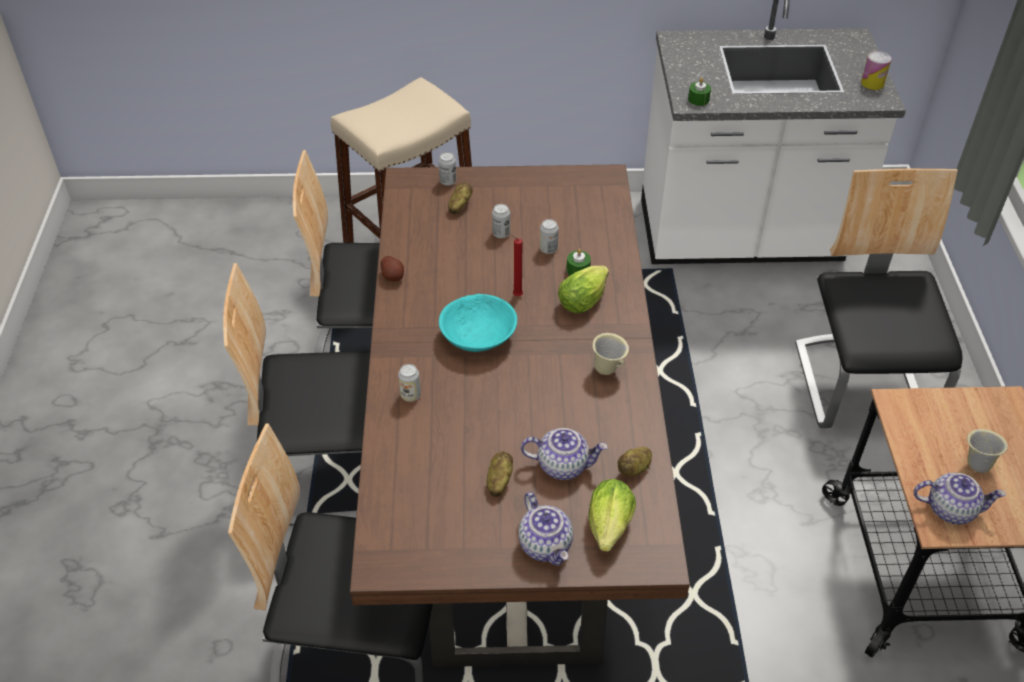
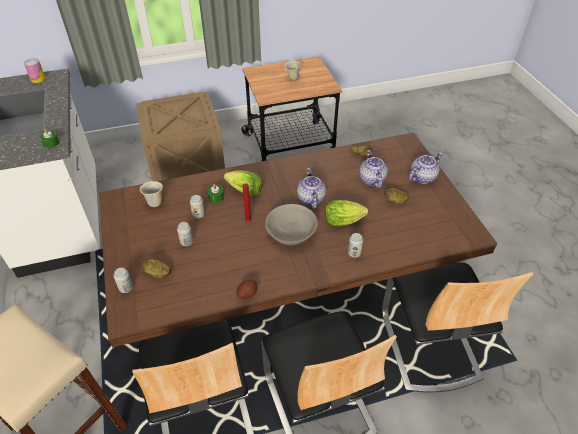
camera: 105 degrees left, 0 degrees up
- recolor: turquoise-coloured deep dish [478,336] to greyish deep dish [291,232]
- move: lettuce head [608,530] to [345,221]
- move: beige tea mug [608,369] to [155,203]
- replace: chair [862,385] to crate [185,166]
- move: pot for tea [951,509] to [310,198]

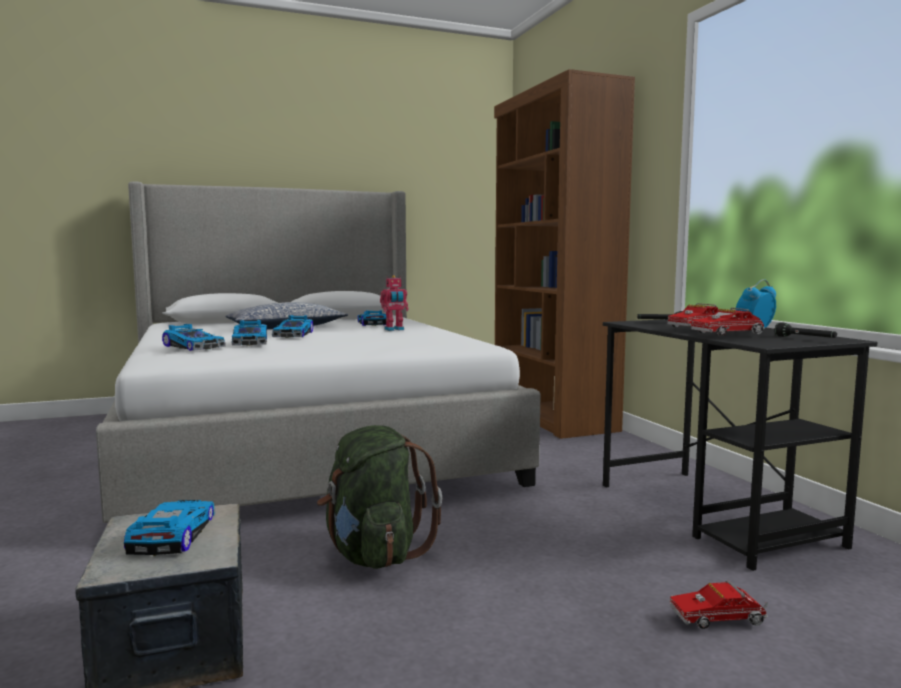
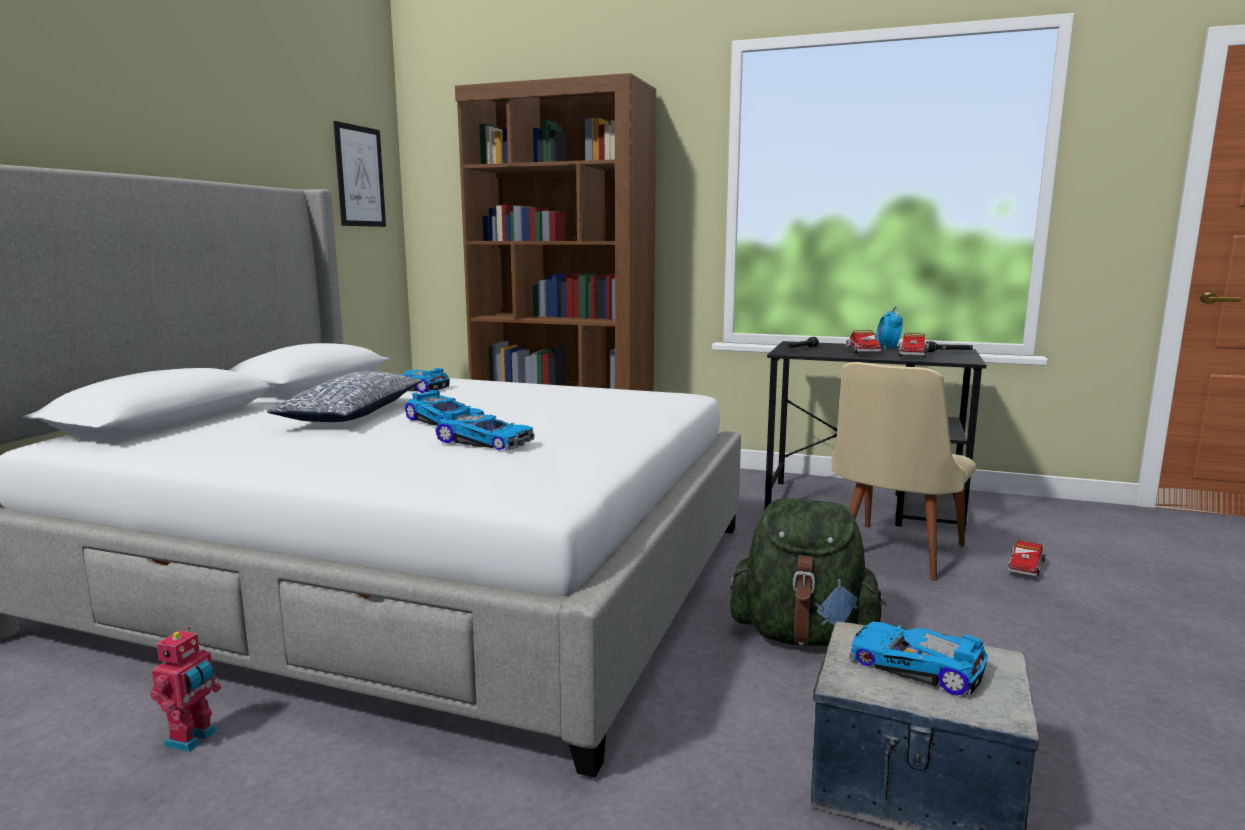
camera: 50 degrees left, 5 degrees up
- delete: toy car [194,346]
- move: robot figure [394,329] to [193,739]
- insert: wall art [360,176]
- insert: beige chair [893,555]

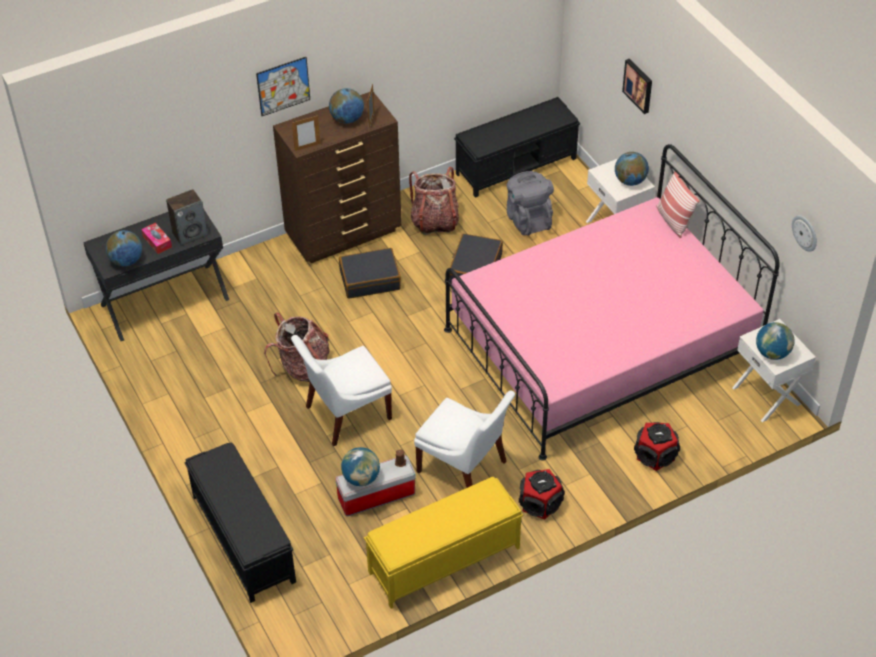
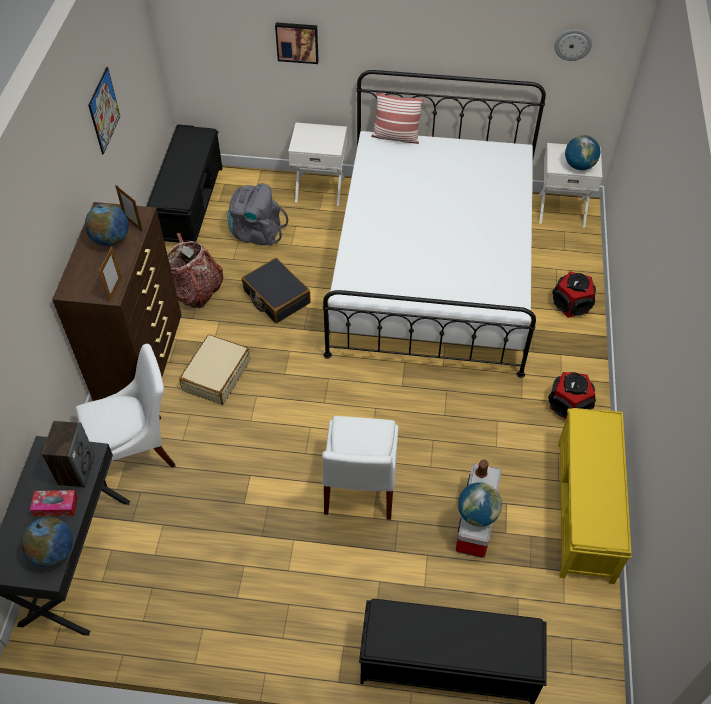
camera: 55 degrees left, 5 degrees up
- move: wall art [283,86] to [104,110]
- delete: backpack [303,367]
- recolor: black travel case [370,279] to beige travel case [216,375]
- move: white-coloured chair [464,469] to [137,450]
- recolor: pink bedroom bed [600,345] to white-coloured bedroom bed [432,269]
- delete: desk globe [630,181]

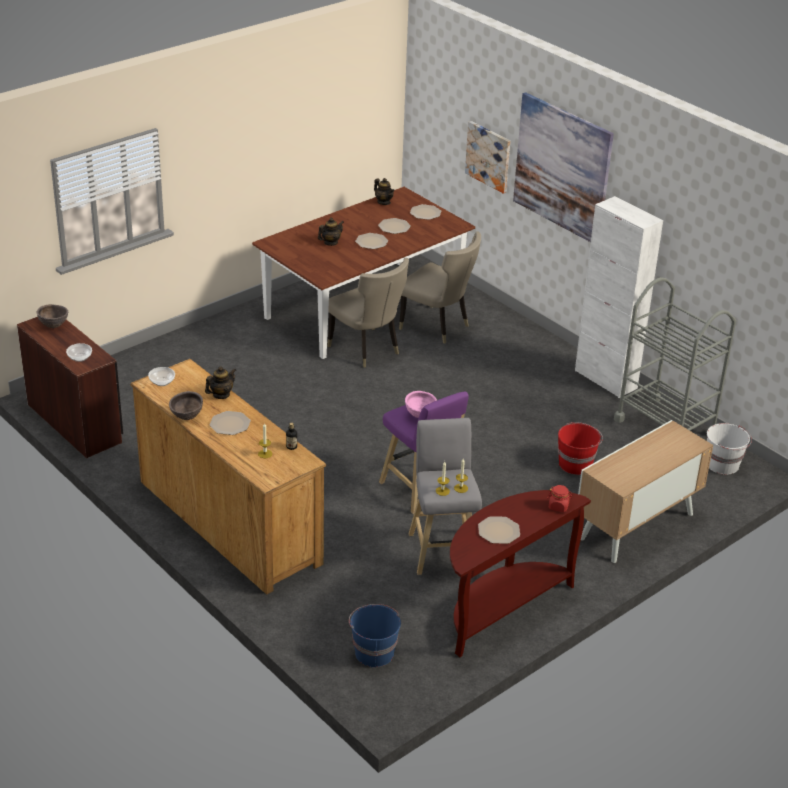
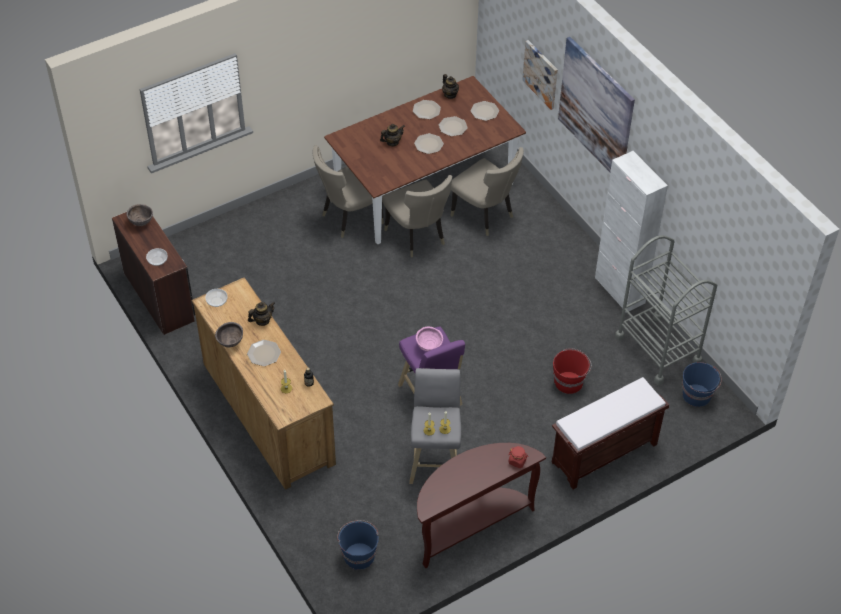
camera: 10 degrees right, 15 degrees up
- move: dinner plate [499,531] to [426,110]
- replace: cupboard [637,527] to brown long seat [603,454]
- recolor: white-coloured pail [723,464] to bluish pail [697,395]
- insert: beige chair [349,218]

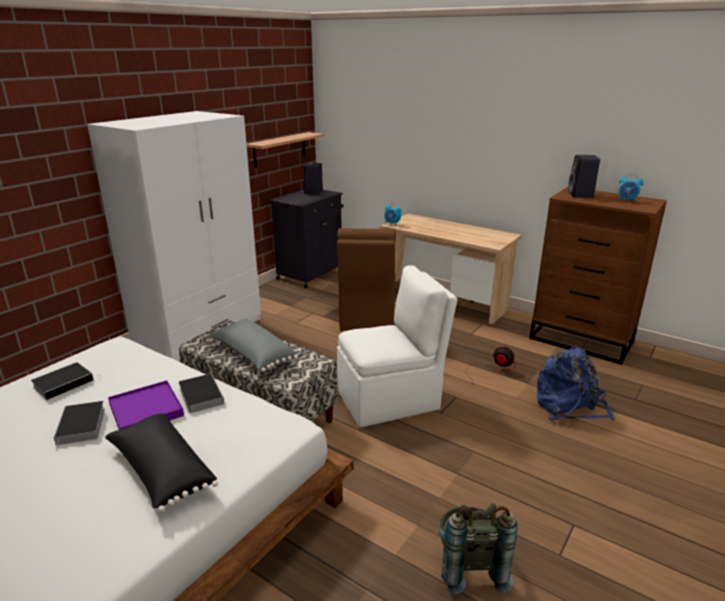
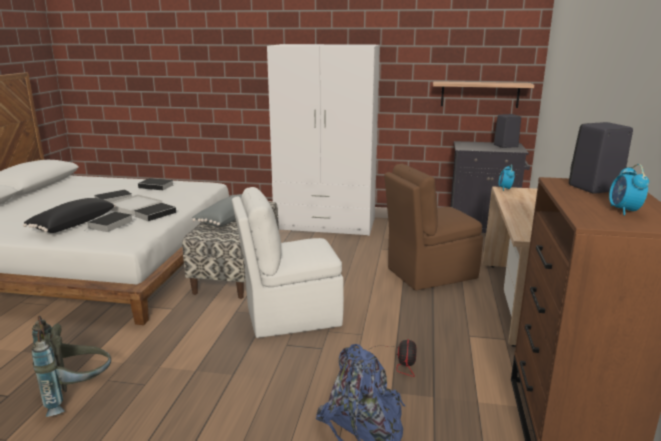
camera: 65 degrees right, 5 degrees down
- recolor: purplish carrying tray [146,410] to white-coloured carrying tray [135,207]
- rotate: white-coloured chair [391,400] = [290,316] 120 degrees clockwise
- insert: bound book [110,225]

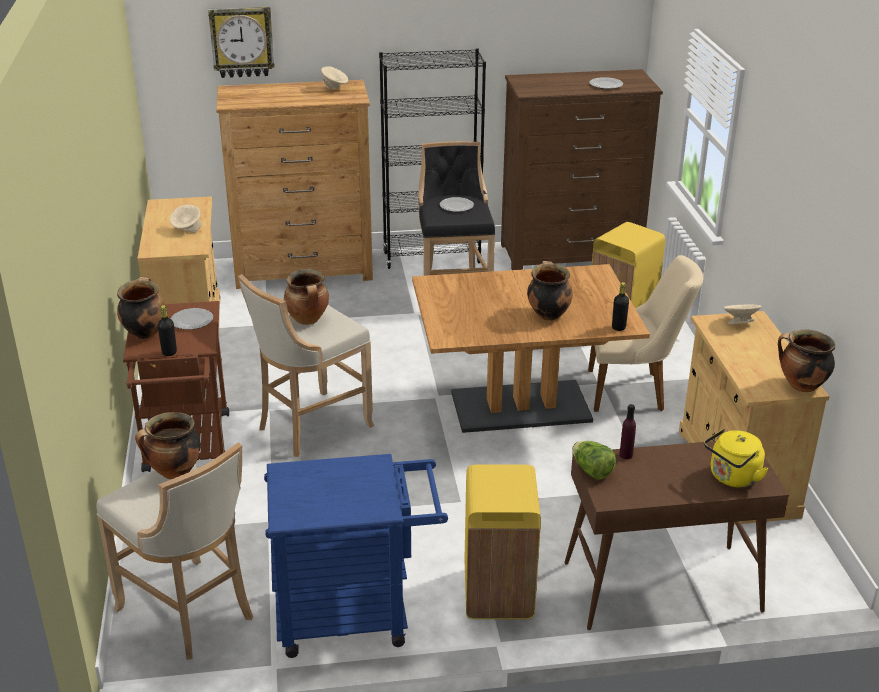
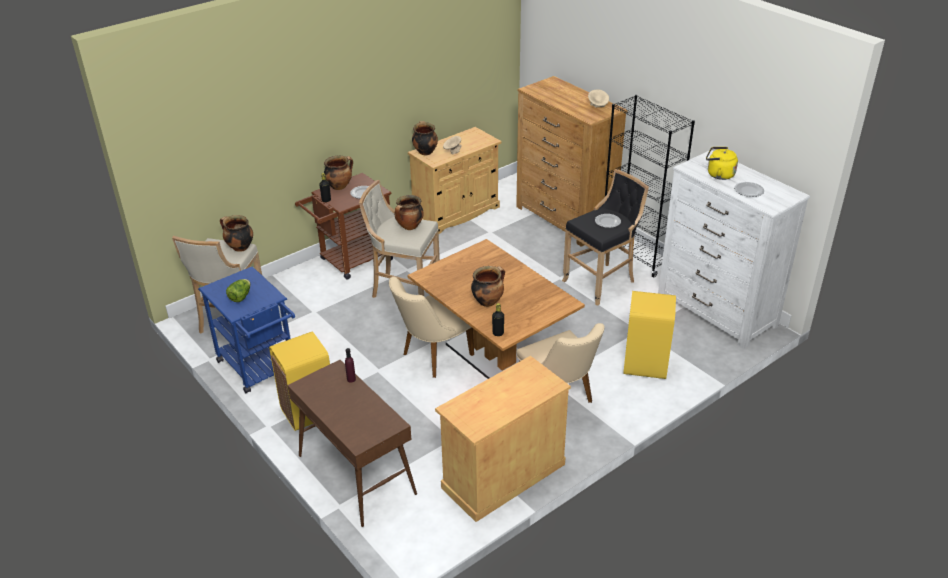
camera: 60 degrees right, 5 degrees up
- delete: clock on the wall [242,42]
- recolor: brown dresser [571,254] to white-coloured dresser [716,311]
- move: lettuce head [591,471] to [240,297]
- move: yellow-coloured water kettle [732,478] to [718,174]
- delete: beige deep dish [739,323]
- move: cooking pot [800,386] to [425,152]
- insert: beige chair [432,357]

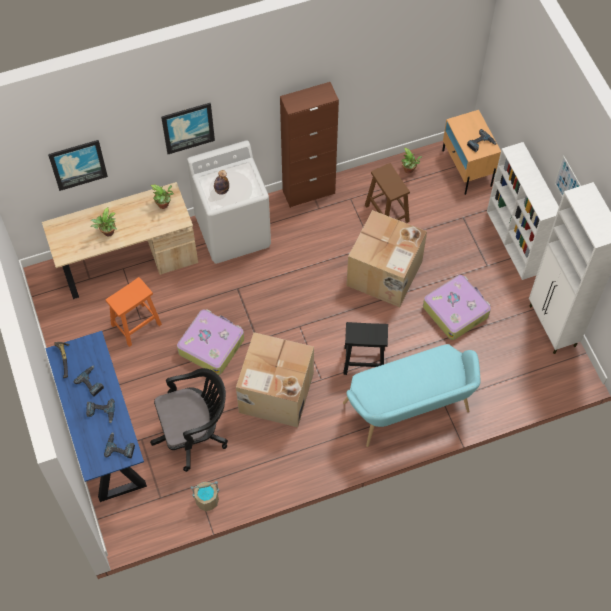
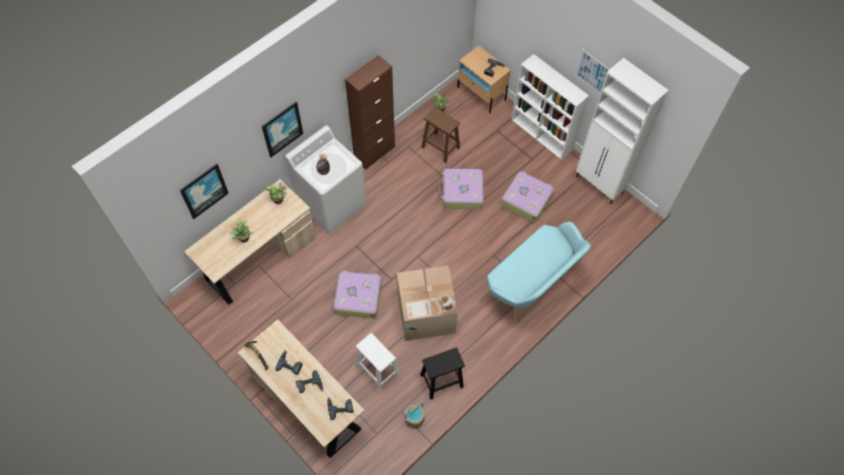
camera: 25 degrees left, 0 degrees up
- recolor: bluish desk table [104,435] to beige desk table [307,402]
- delete: orange-coloured stool seat [135,325]
- replace: black desk chair [194,433] to white-coloured stool seat [378,371]
- move: black stool seat [363,361] to [441,381]
- replace: carton [385,274] to travel case [462,193]

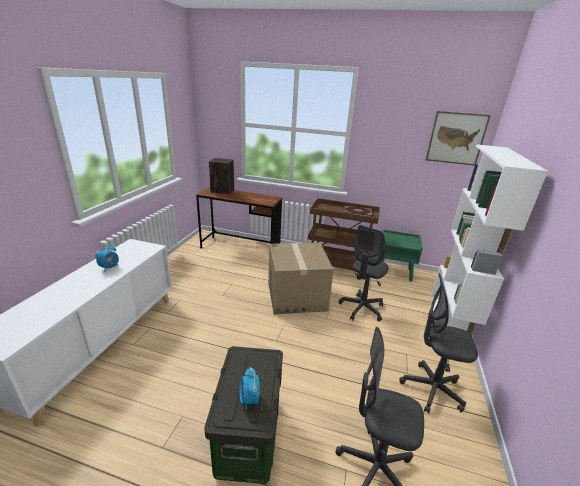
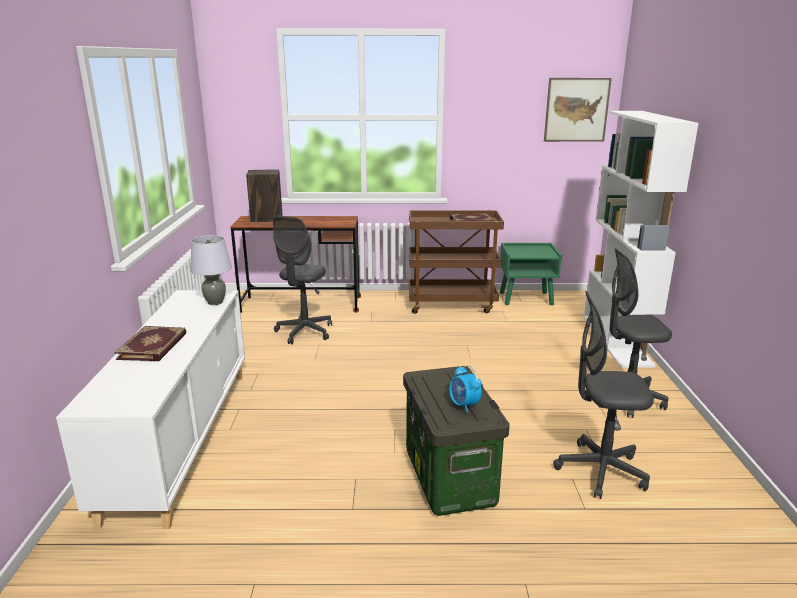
camera: 15 degrees left, 5 degrees down
- delete: alarm clock [110,268]
- delete: carton [296,296]
- move: greyish desk chair [361,309] to [304,332]
- insert: bound book [153,346]
- insert: greyish tabletop lamp [215,302]

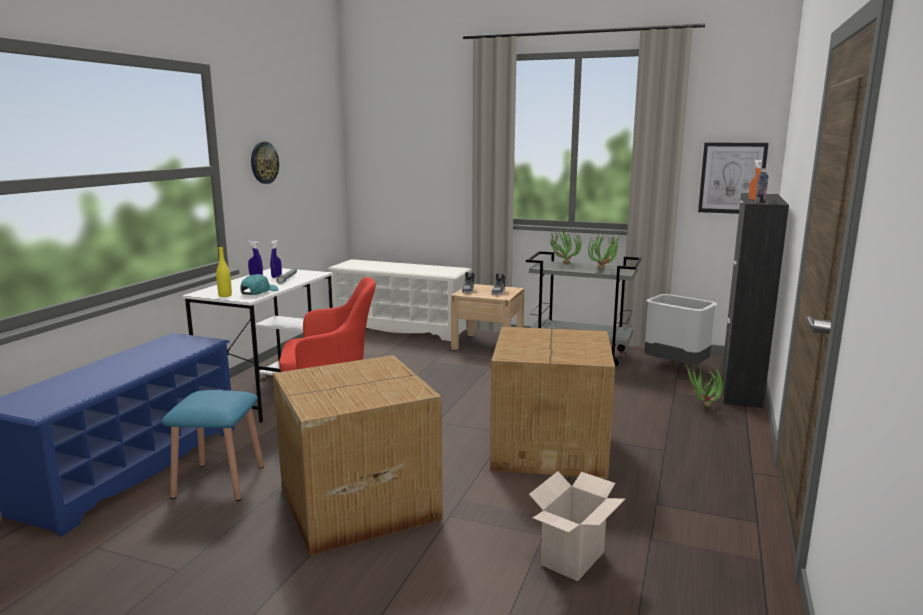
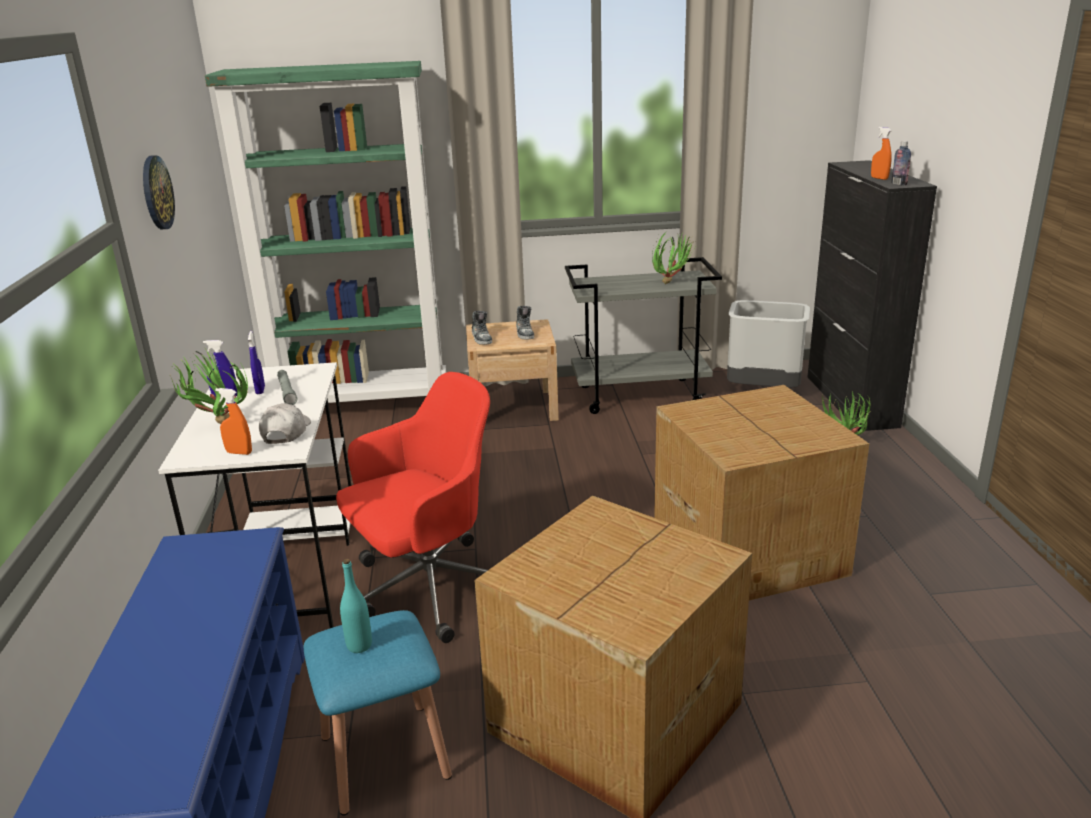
camera: 25 degrees left, 10 degrees up
- replace: yellow-coloured drink bottle [225,295] to orange-coloured spray bottle [239,452]
- recolor: turquoise-coloured peaked cap [259,292] to white-coloured peaked cap [286,432]
- replace: white-coloured shoe shelf [400,328] to green bookshelf [364,405]
- delete: carton [573,560]
- move: houseplant [562,264] to [216,424]
- delete: wall art [732,178]
- insert: turquoise-coloured drink bottle [359,645]

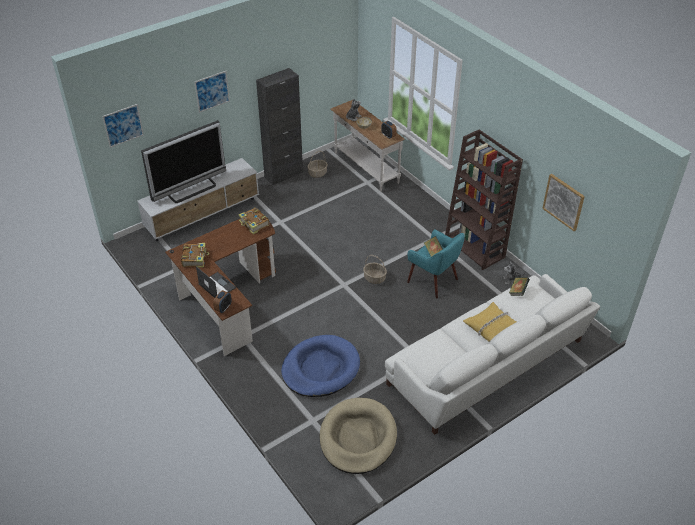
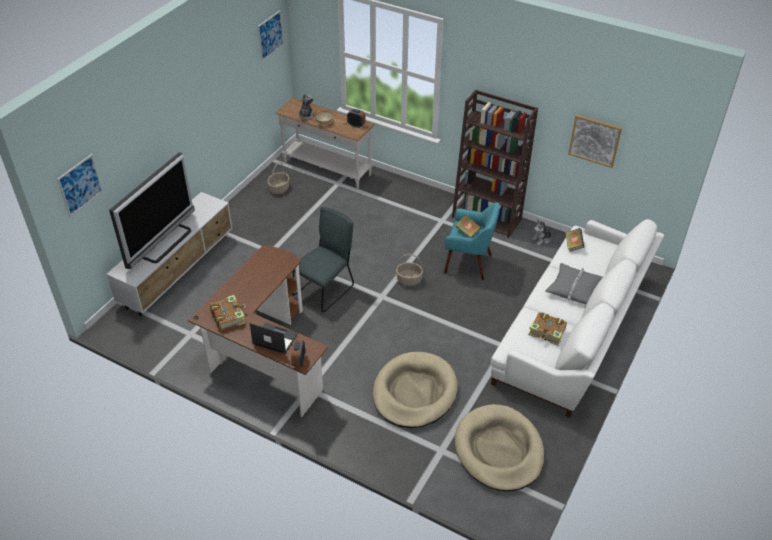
camera: 25 degrees left, 0 degrees up
- move: wall art [212,91] to [270,35]
- move: bound book [254,224] to [547,332]
- delete: black cupboard [283,175]
- recolor: bluish dog cushion [320,368] to beige dog cushion [414,392]
- recolor: yellow-coloured cushion [492,327] to greyish cushion [573,288]
- insert: greyish chair [325,289]

